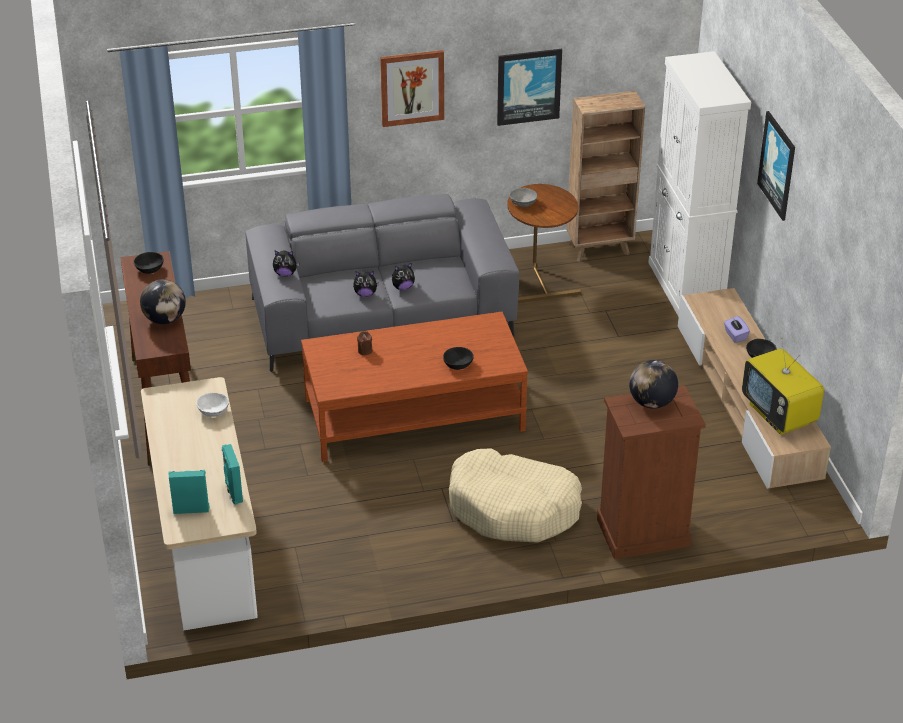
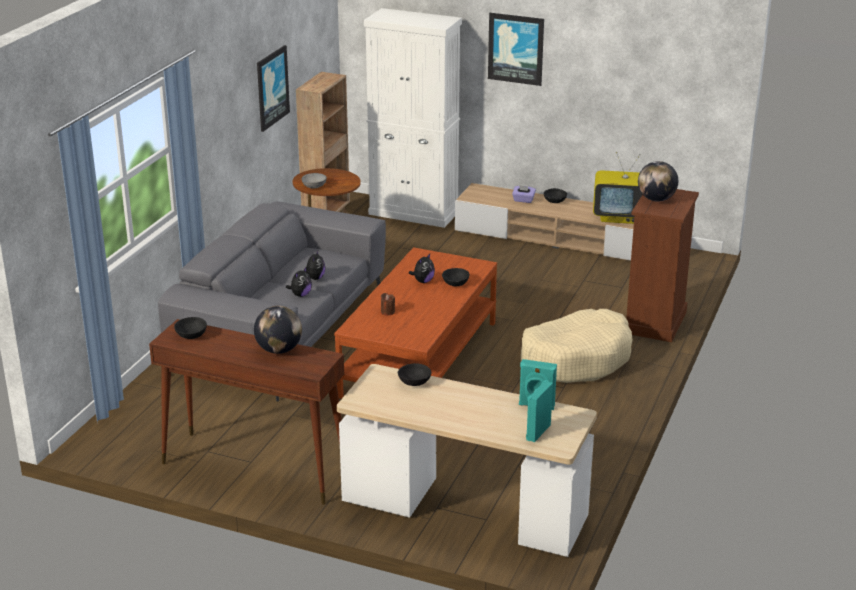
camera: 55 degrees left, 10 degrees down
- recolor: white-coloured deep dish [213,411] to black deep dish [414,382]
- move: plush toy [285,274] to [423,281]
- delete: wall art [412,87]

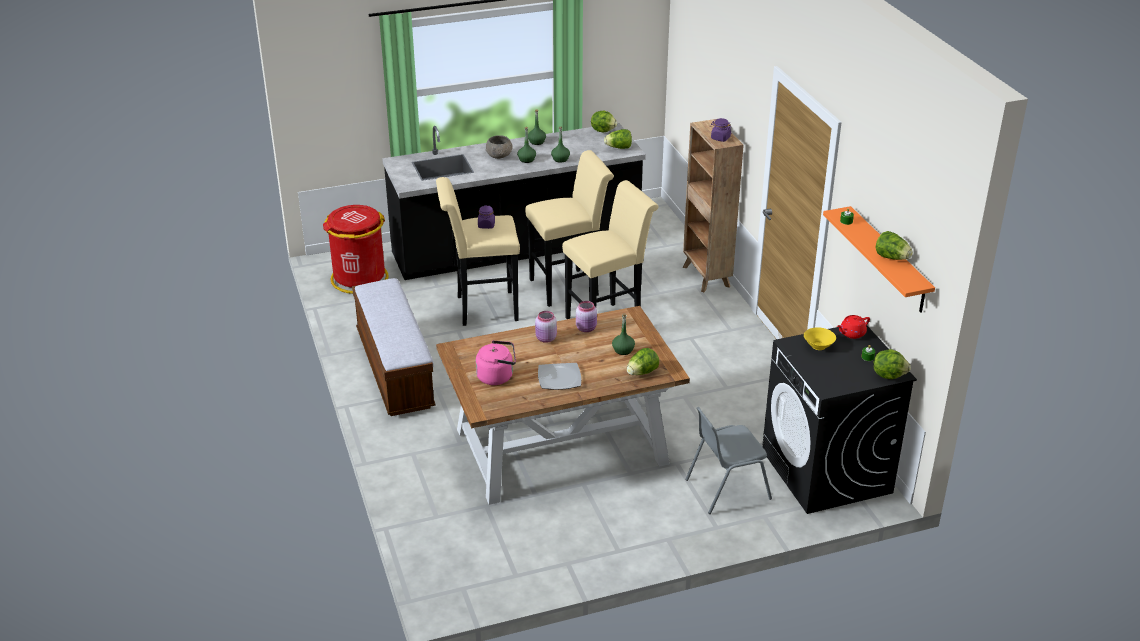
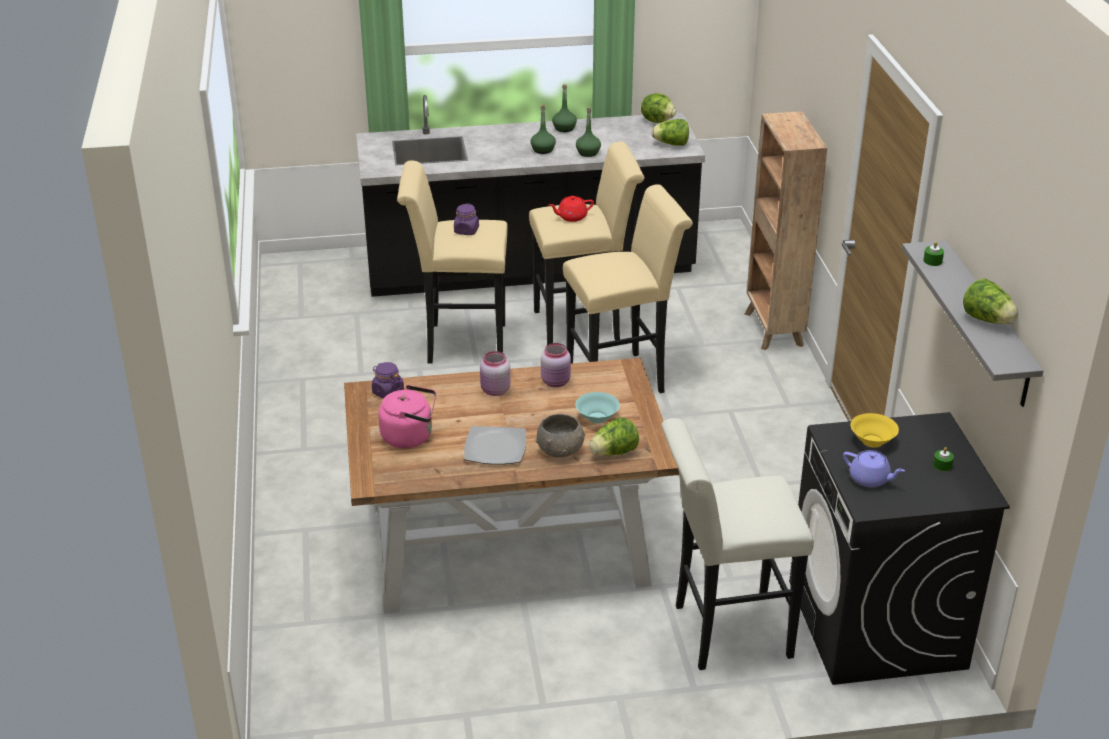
camera: 10 degrees right, 0 degrees up
- delete: red-coloured waste bin [359,279]
- delete: long seat [395,369]
- move: greyish deep dish [499,155] to [561,450]
- replace: green drink bottle [623,350] to turquoise-coloured deep dish [597,417]
- replace: greyish chair [726,488] to white-coloured stool seat [723,632]
- move: purplish jar [720,138] to [388,392]
- recolor: orange-coloured shelf [888,260] to greyish shelf [986,324]
- move: red-coloured pot for tea [851,333] to [571,217]
- delete: lettuce head [888,375]
- insert: purplish pot for tea [870,479]

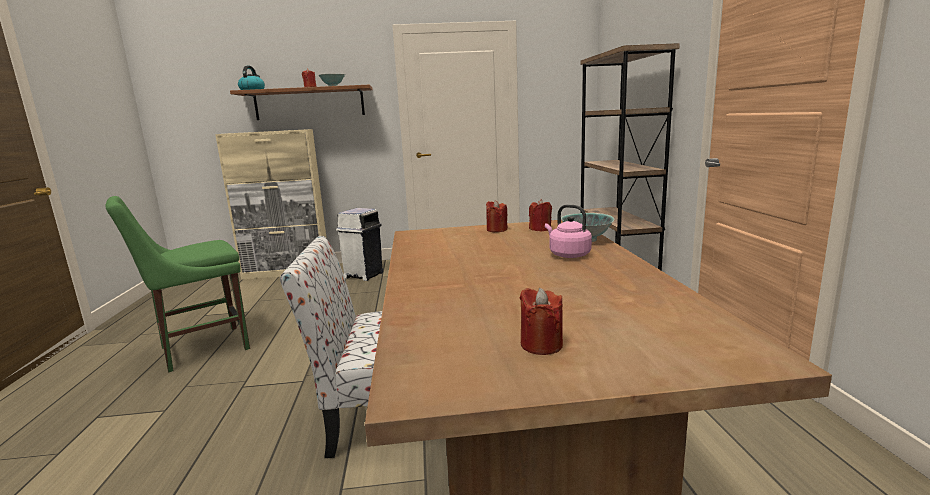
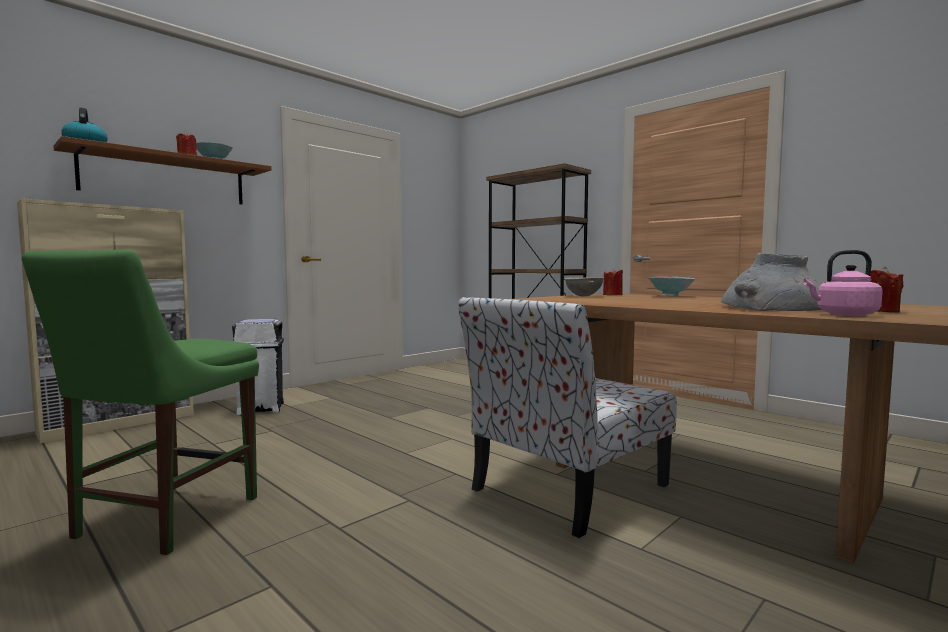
camera: 40 degrees left, 10 degrees down
- replace: red-coloured candle [497,230] to greyish deep dish [583,296]
- move: pink water kettle [567,254] to [843,314]
- insert: greyish flower vase [774,308]

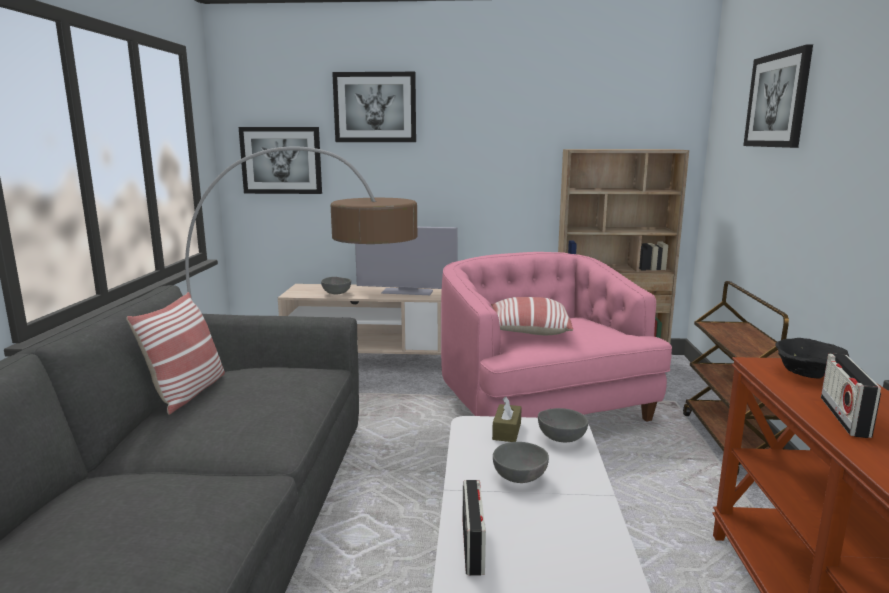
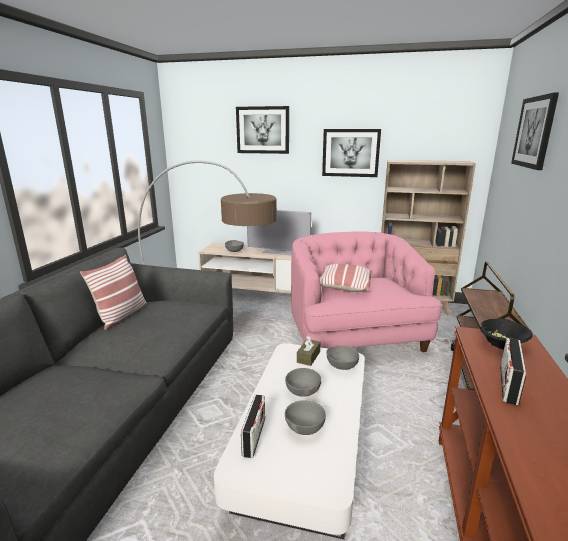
camera: 10 degrees right, 5 degrees up
- move: wall art [281,160] to [350,153]
- insert: greyish deep dish [303,428]

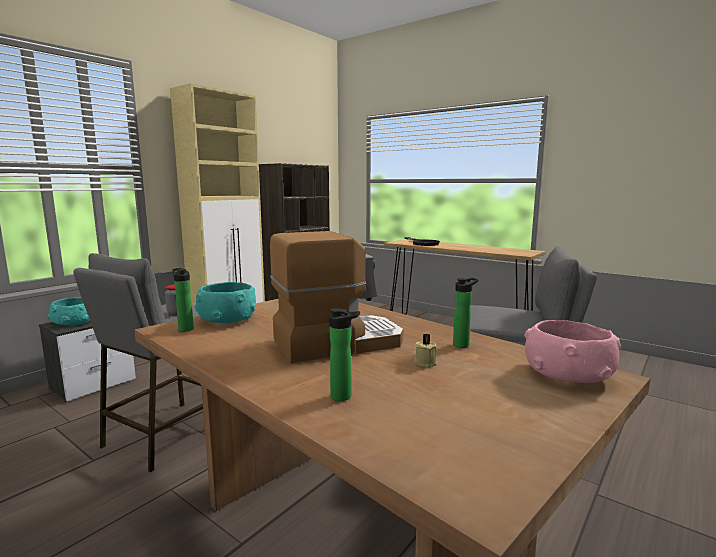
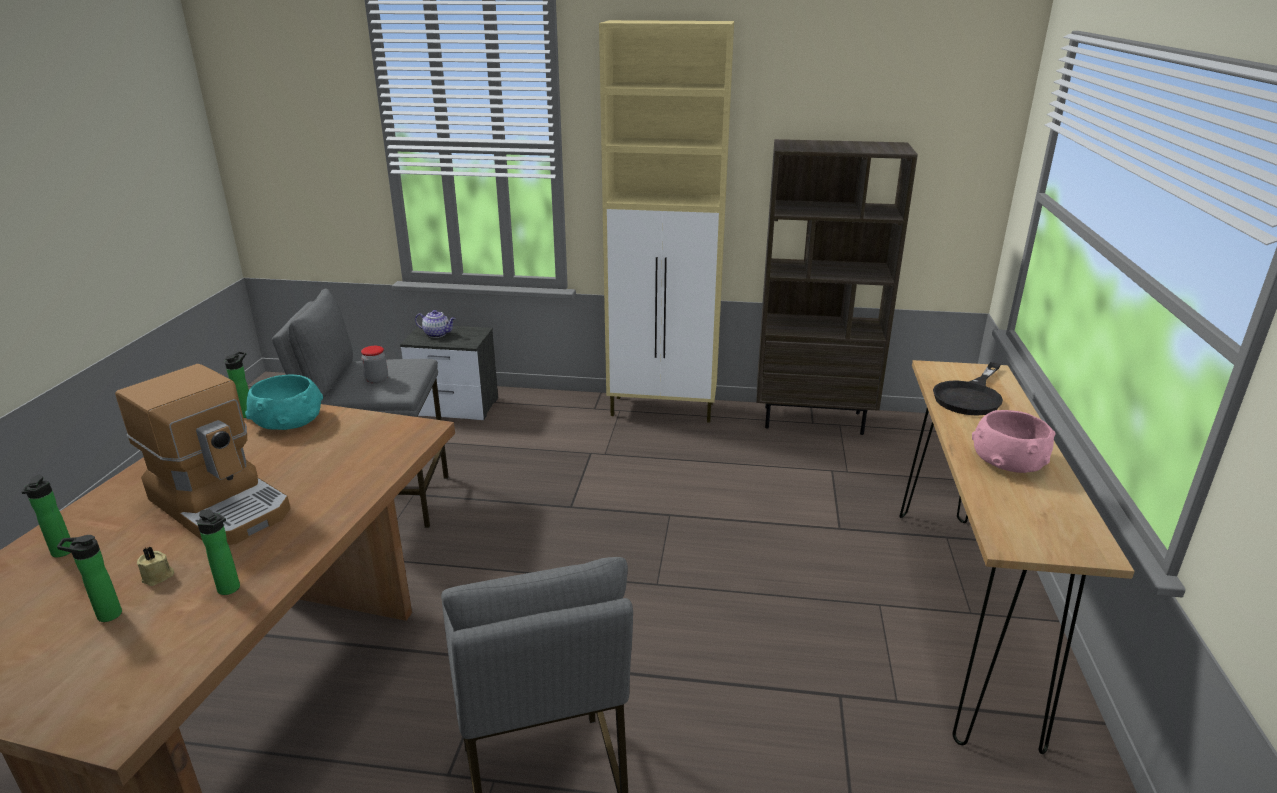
camera: 60 degrees right, 15 degrees up
- replace: turquoise-coloured deep dish [74,322] to pot for tea [437,334]
- move: pink deep dish [566,374] to [1007,460]
- insert: drink bottle [105,615]

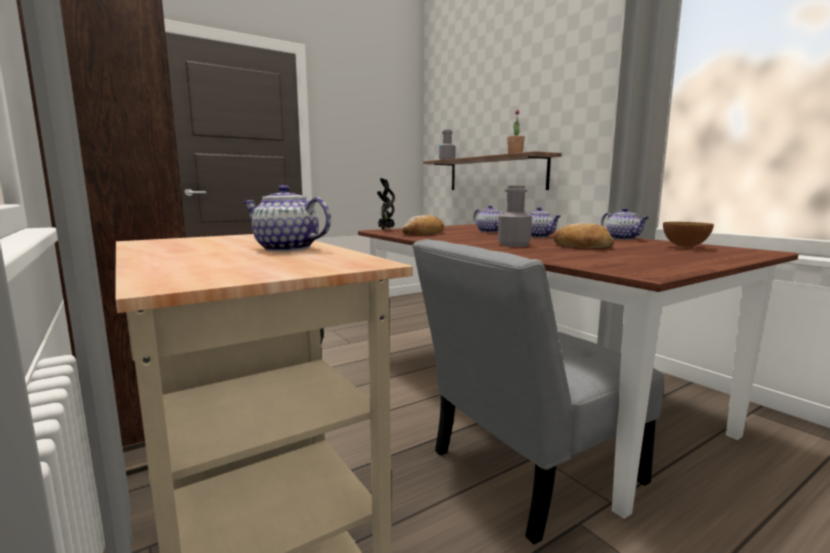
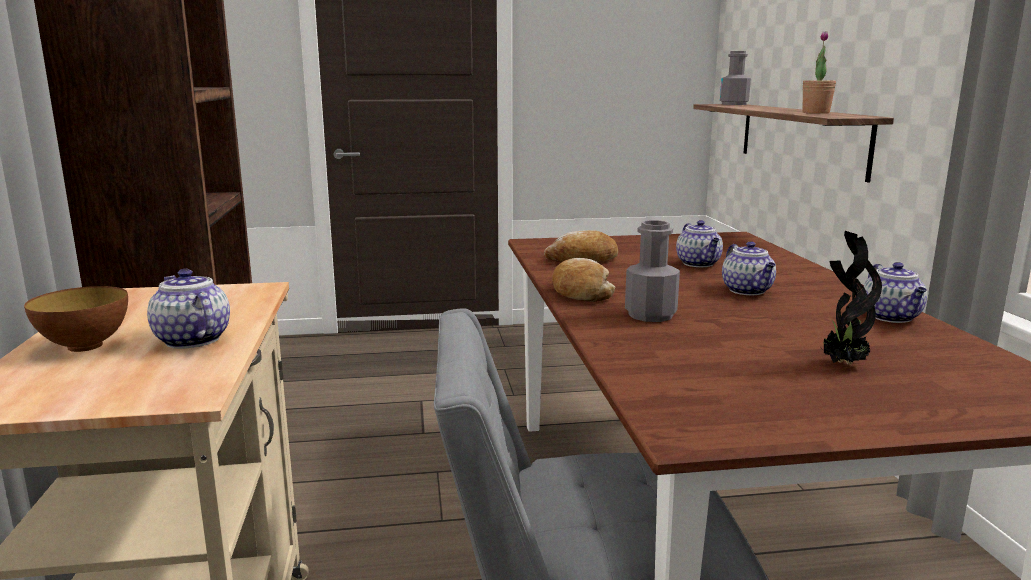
camera: 25 degrees right, 5 degrees up
- move: houseplant [385,230] to [842,364]
- move: bread [581,247] to [580,292]
- move: deep dish [685,247] to [85,346]

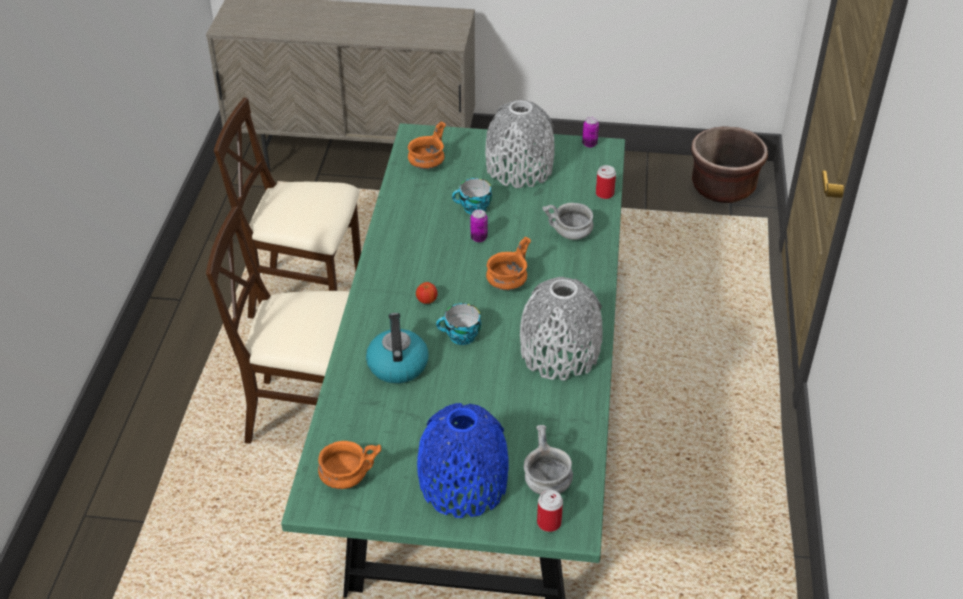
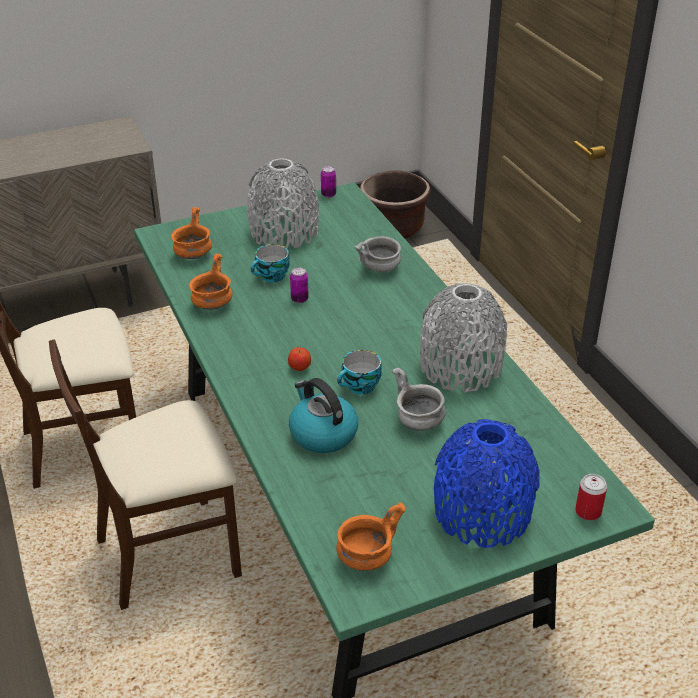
camera: 30 degrees left, 5 degrees down
- move: orange-coloured deep dish [507,282] to [212,304]
- move: greyish deep dish [546,482] to [418,421]
- delete: sealed can [604,194]

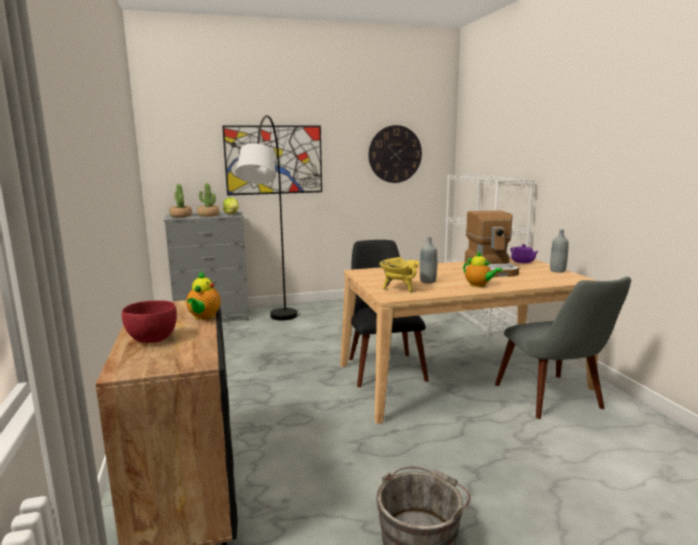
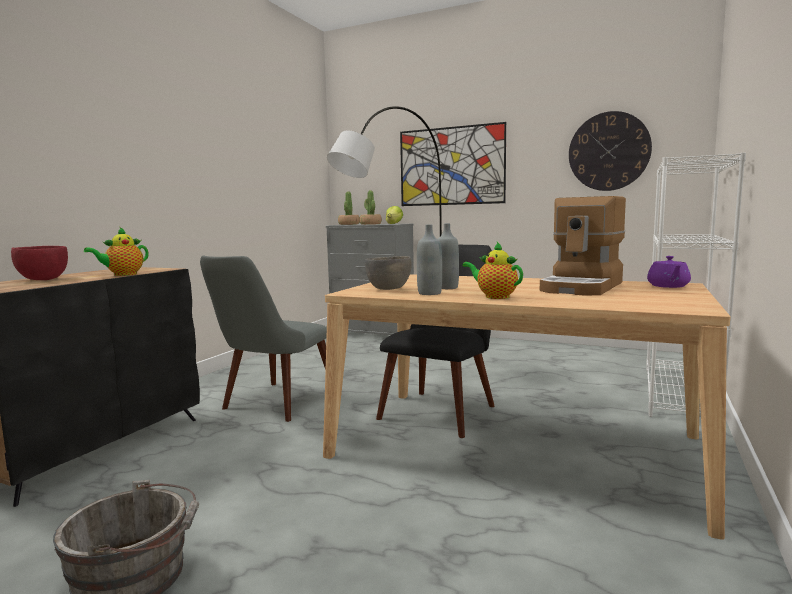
camera: 40 degrees right, 5 degrees down
- replace: yellow-coloured cooking pot [399,289] to greyish deep dish [389,289]
- rotate: pot for tea [479,285] = [494,296] 135 degrees clockwise
- move: greyish chair [556,401] to [272,406]
- move: greyish drink bottle [557,271] to [429,293]

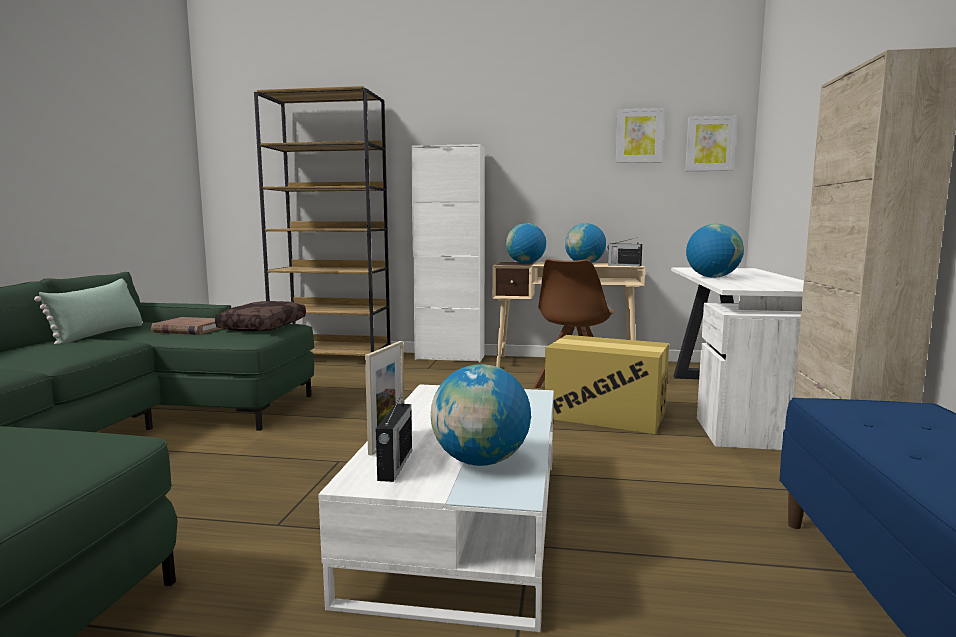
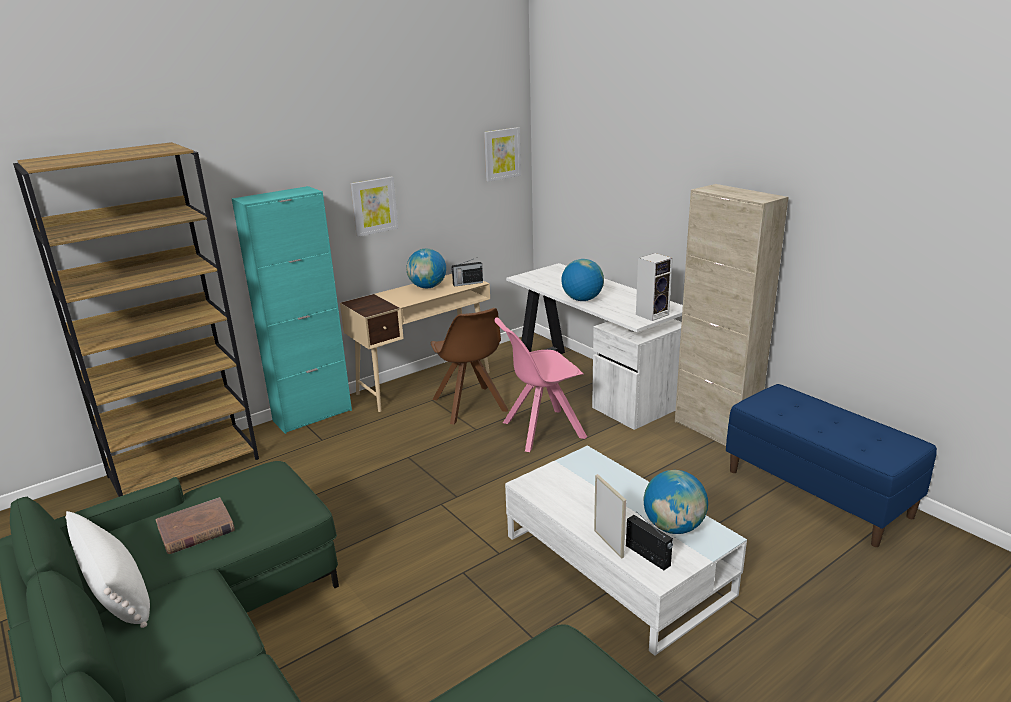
camera: 45 degrees left, 15 degrees up
- recolor: green cushion [99,334] to white-coloured cushion [116,590]
- delete: brown cushion [262,326]
- recolor: white-coloured cupboard [450,357] to turquoise-coloured cupboard [312,415]
- delete: desk globe [525,263]
- replace: carton [605,414] to pink chair [541,430]
- move: wall art [639,136] to [374,206]
- insert: audio speaker [652,314]

